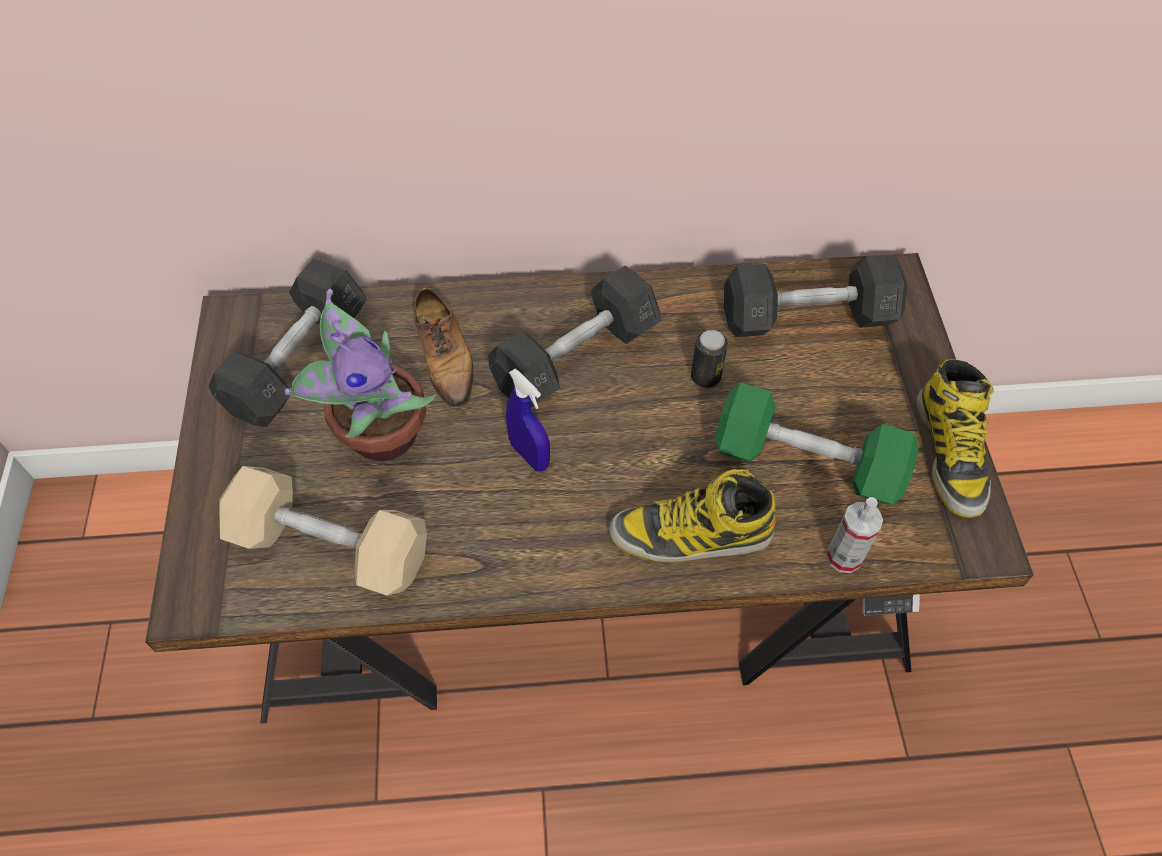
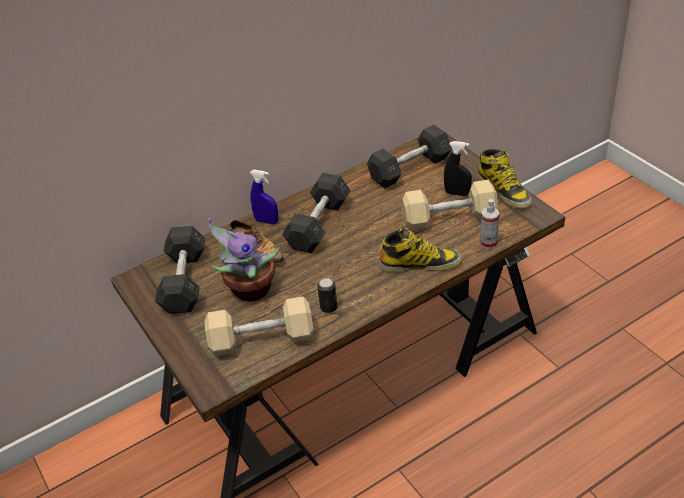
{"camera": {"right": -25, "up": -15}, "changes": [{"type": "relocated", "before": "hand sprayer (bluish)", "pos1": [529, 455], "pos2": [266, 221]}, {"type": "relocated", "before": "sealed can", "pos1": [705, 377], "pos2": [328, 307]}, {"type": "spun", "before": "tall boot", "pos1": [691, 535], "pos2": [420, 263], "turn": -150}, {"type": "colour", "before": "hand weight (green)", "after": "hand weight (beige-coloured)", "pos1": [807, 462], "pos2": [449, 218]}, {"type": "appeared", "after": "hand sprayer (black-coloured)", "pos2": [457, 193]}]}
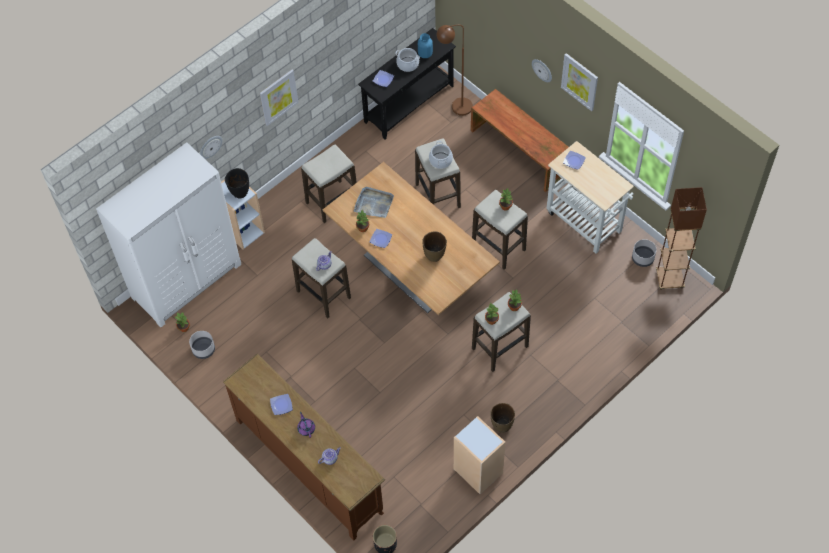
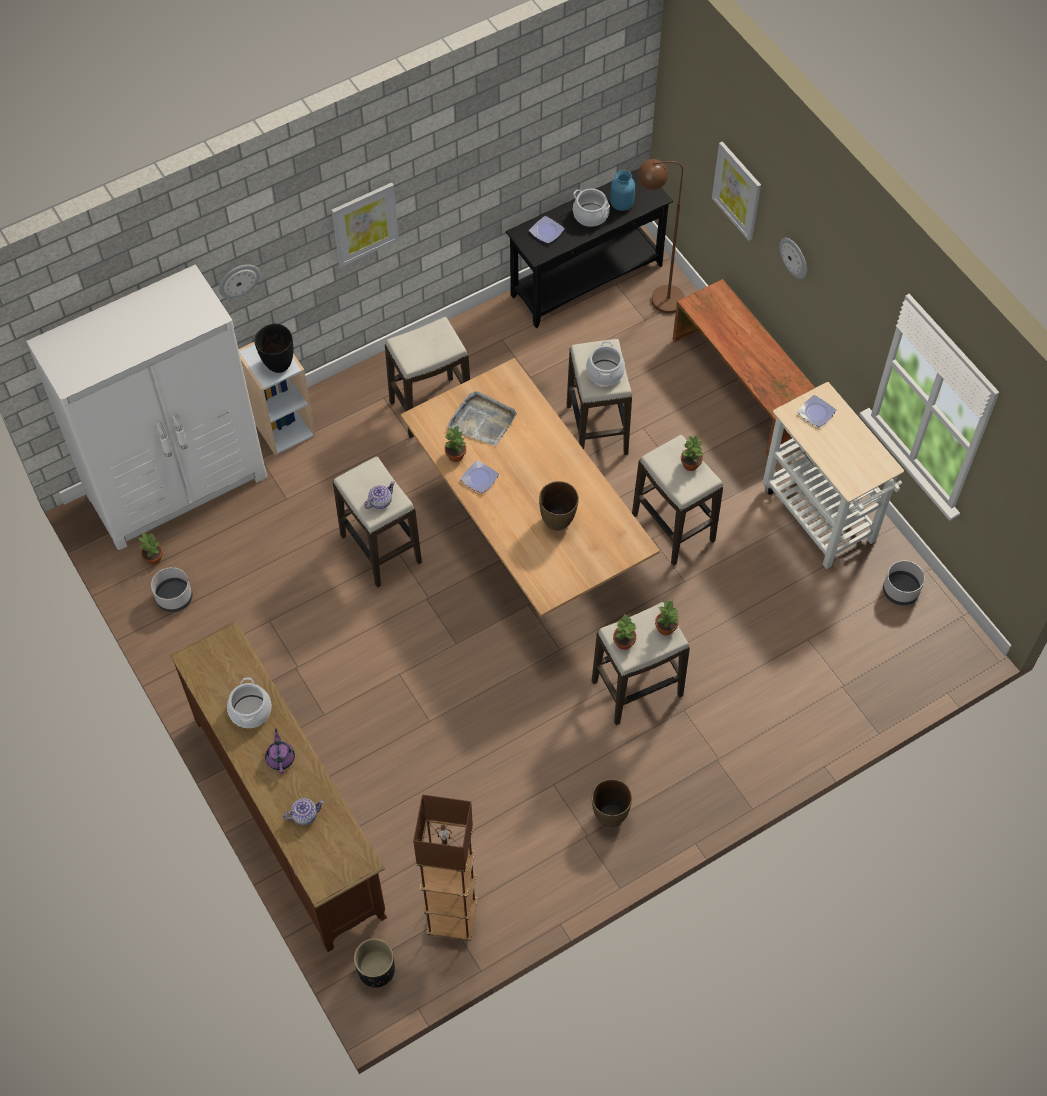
{"camera": {"right": 10, "up": 0}, "changes": [{"type": "exchanged", "before": "plate", "after": "saucepot", "pos1": [281, 405], "pos2": [250, 711]}, {"type": "relocated", "before": "standing lamp (brown-coloured)", "pos1": [669, 279], "pos2": [452, 918]}, {"type": "relocated", "before": "picture", "pos1": [579, 81], "pos2": [737, 190]}, {"type": "missing", "before": "bookcase", "pos1": [478, 472]}]}
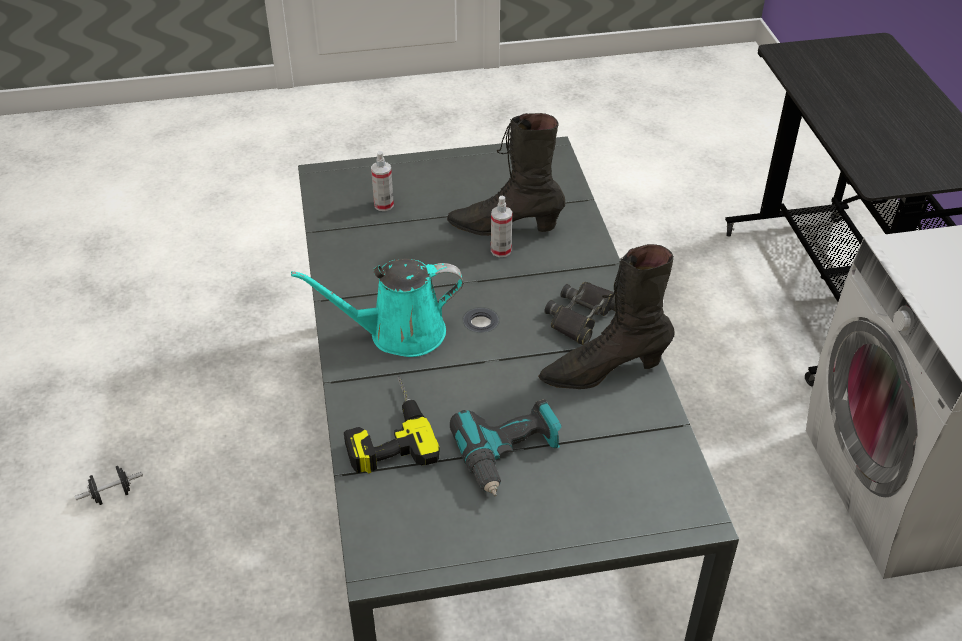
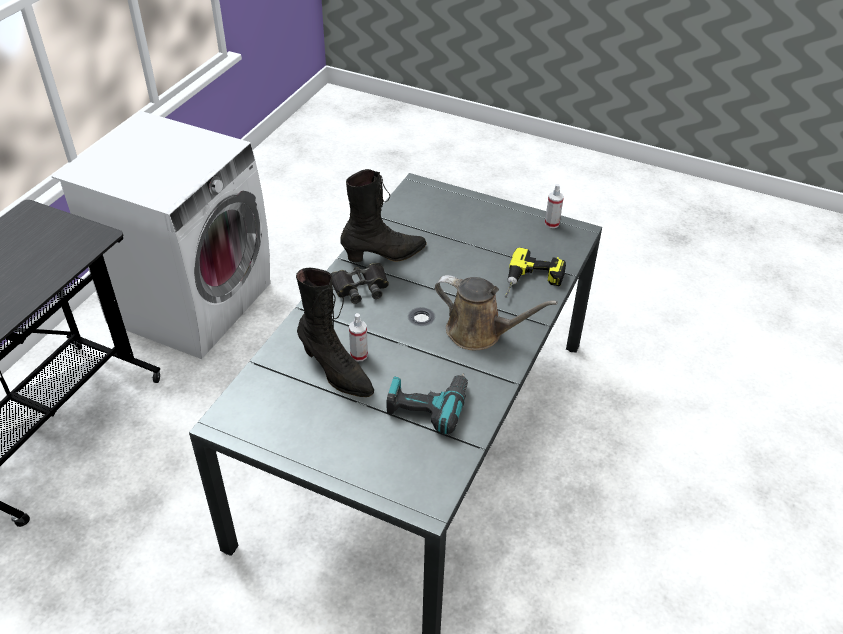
{"camera": {"right": -145, "up": 0}, "changes": [{"type": "spun", "before": "tall boot (black-coloured)", "pos1": [603, 371], "pos2": [385, 255], "turn": -45}, {"type": "relocated", "before": "power drill", "pos1": [509, 455], "pos2": [427, 405]}, {"type": "colour", "before": "watering pot (blue-green)", "after": "watering pot (brown-coloured)", "pos1": [399, 333], "pos2": [479, 332]}, {"type": "relocated", "before": "hand sprayer", "pos1": [383, 205], "pos2": [552, 223]}, {"type": "missing", "before": "hand weight (black-coloured)", "pos1": [112, 494]}]}
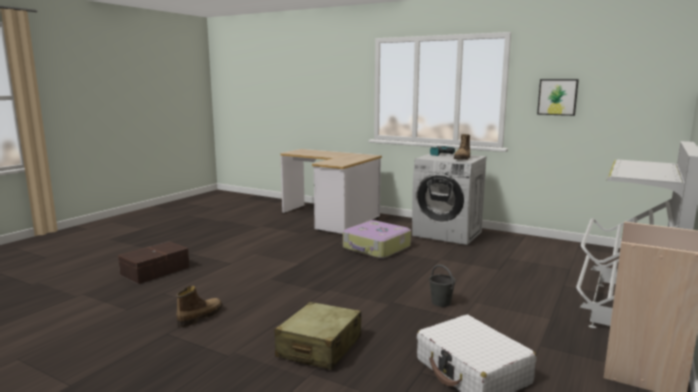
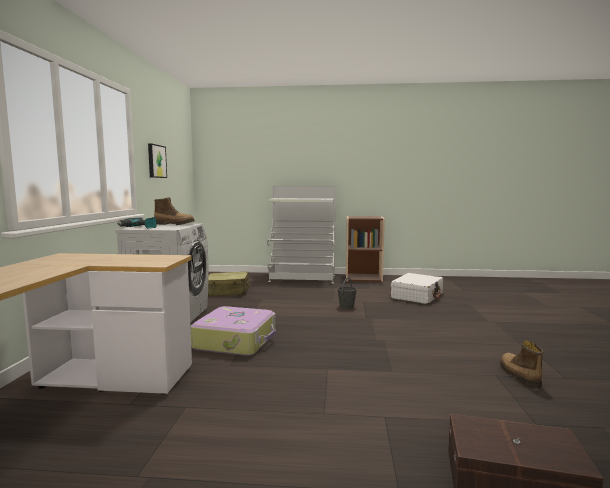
{"camera": {"right": -115, "up": -5}, "changes": [{"type": "relocated", "before": "piece of luggage (beige-coloured)", "pos1": [319, 347], "pos2": [228, 291]}, {"type": "spun", "before": "tall boot", "pos1": [200, 317], "pos2": [518, 375], "turn": 75}]}
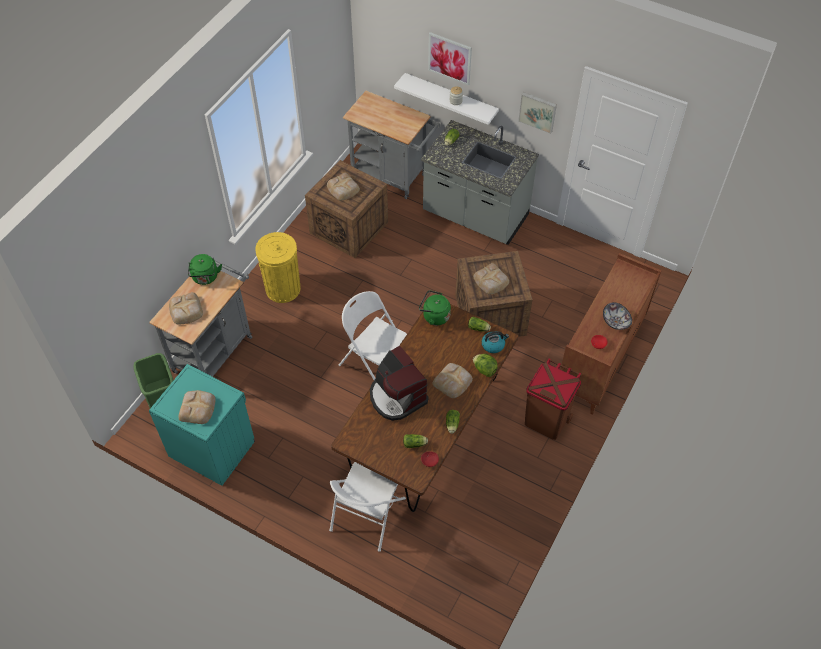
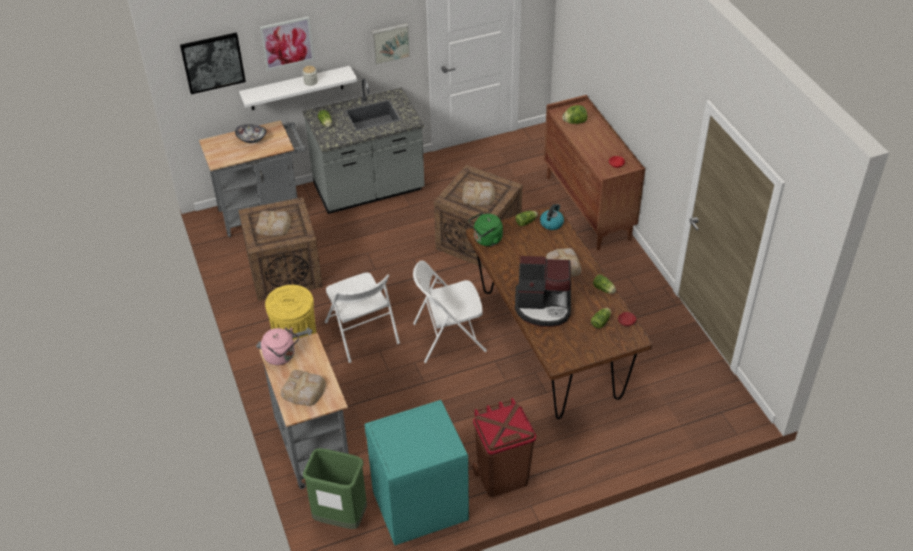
{"camera": {"right": -50, "up": -10}, "changes": [{"type": "appeared", "after": "picture", "pos2": [213, 62]}, {"type": "relocated", "before": "deep dish", "pos1": [616, 322], "pos2": [252, 139]}, {"type": "colour", "before": "tea kettle (green)", "after": "tea kettle (pink)", "pos1": [205, 278], "pos2": [281, 356]}, {"type": "relocated", "before": "plain chair (whitish)", "pos1": [367, 514], "pos2": [361, 333]}, {"type": "relocated", "before": "rubbish bin (brown-coloured)", "pos1": [546, 421], "pos2": [502, 477]}, {"type": "relocated", "before": "lettuce head", "pos1": [484, 369], "pos2": [574, 122]}, {"type": "missing", "before": "bakery bread", "pos1": [198, 408]}]}
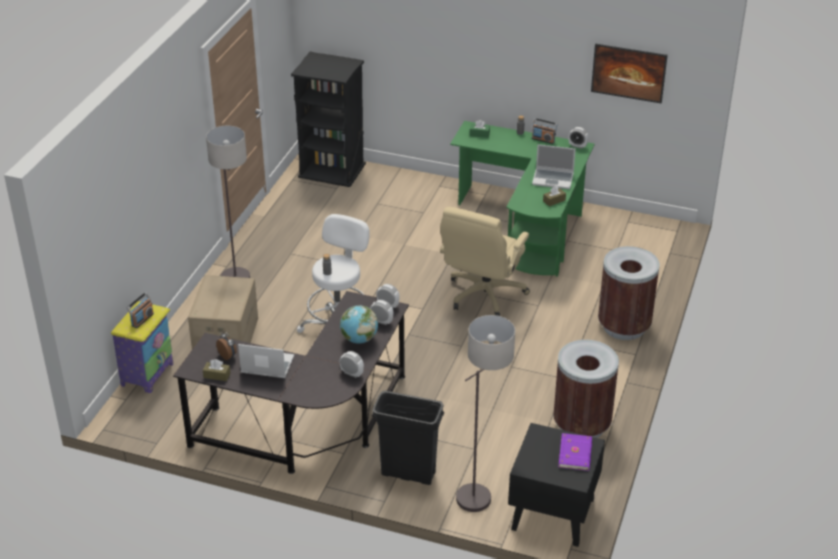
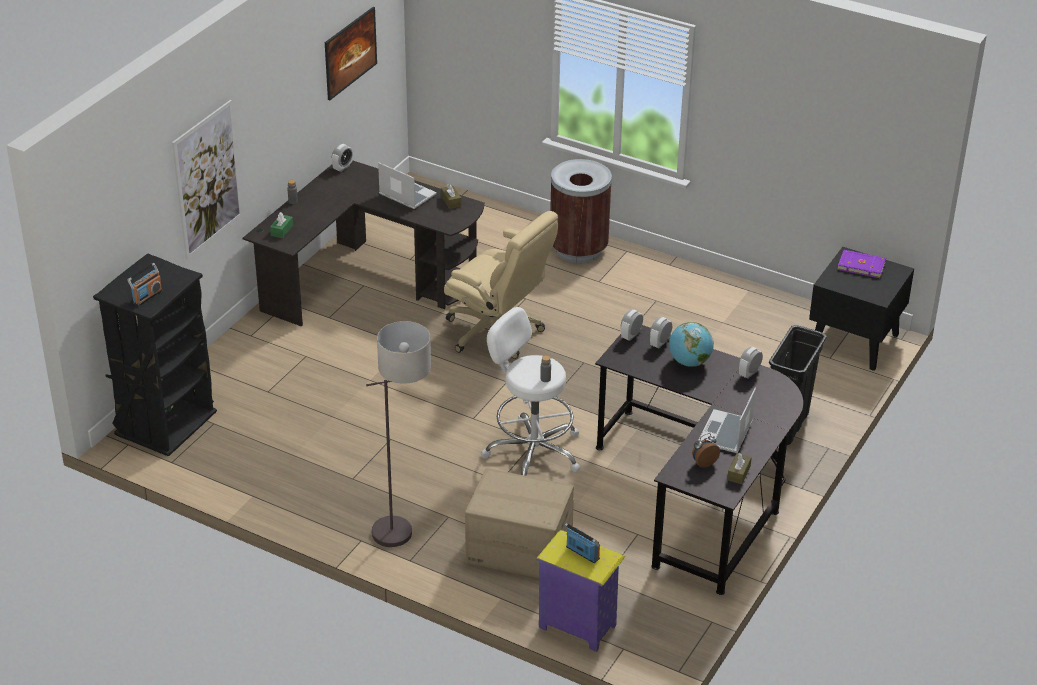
{"camera": {"right": -80, "up": 0}, "changes": [{"type": "relocated", "before": "radio receiver", "pos1": [543, 140], "pos2": [147, 296]}, {"type": "appeared", "after": "picture", "pos2": [207, 179]}, {"type": "colour", "before": "desk table (green)", "after": "desk table (black-coloured)", "pos1": [528, 224], "pos2": [366, 280]}, {"type": "spun", "before": "portable computer", "pos1": [553, 179], "pos2": [406, 195], "turn": -75}, {"type": "missing", "before": "standing lamp (greyish)", "pos1": [481, 493]}, {"type": "missing", "before": "rubbish bin (brown-coloured)", "pos1": [581, 425]}]}
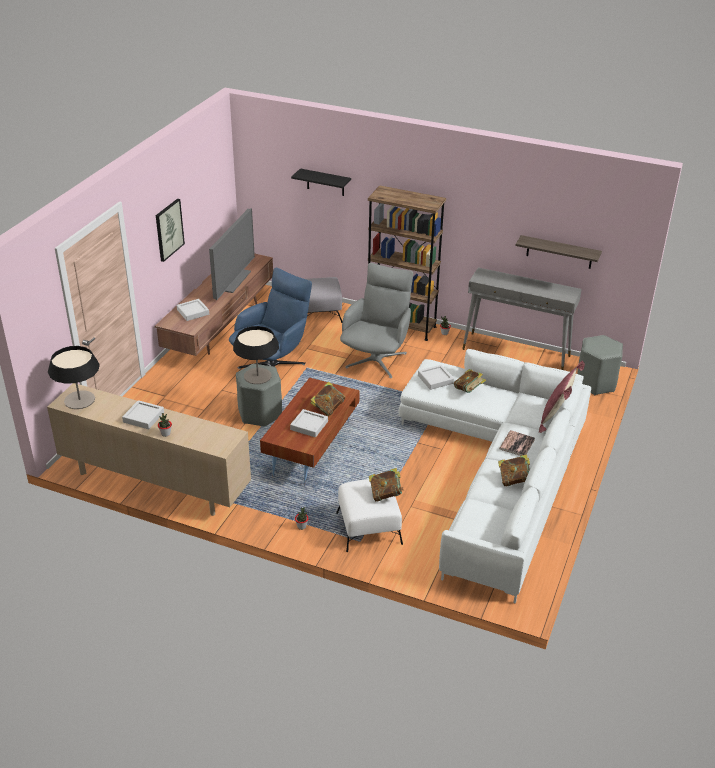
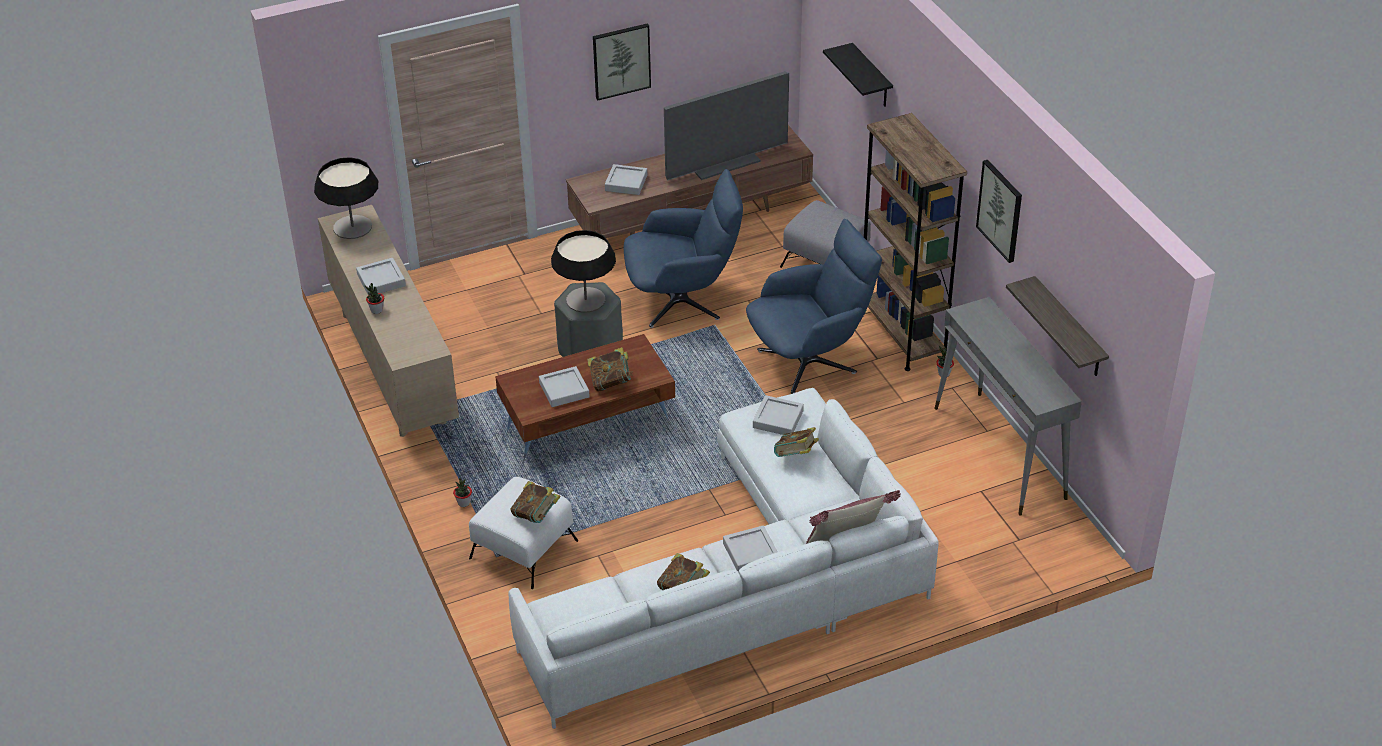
{"camera": {"right": 45, "up": 5}, "changes": [{"type": "exchanged", "before": "volume", "after": "serving tray (greyish)", "pos1": [517, 444], "pos2": [750, 552]}, {"type": "colour", "before": "easy chair (greyish)", "after": "easy chair (bluish)", "pos1": [377, 359], "pos2": [810, 361]}, {"type": "appeared", "after": "picture", "pos2": [1000, 210]}, {"type": "missing", "before": "stool (greyish)", "pos1": [595, 383]}]}
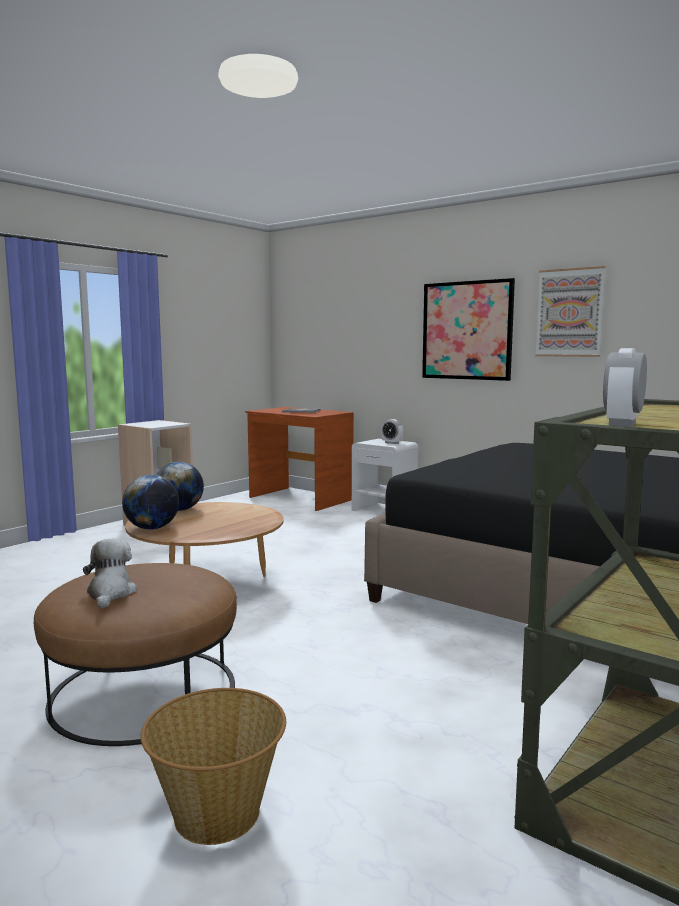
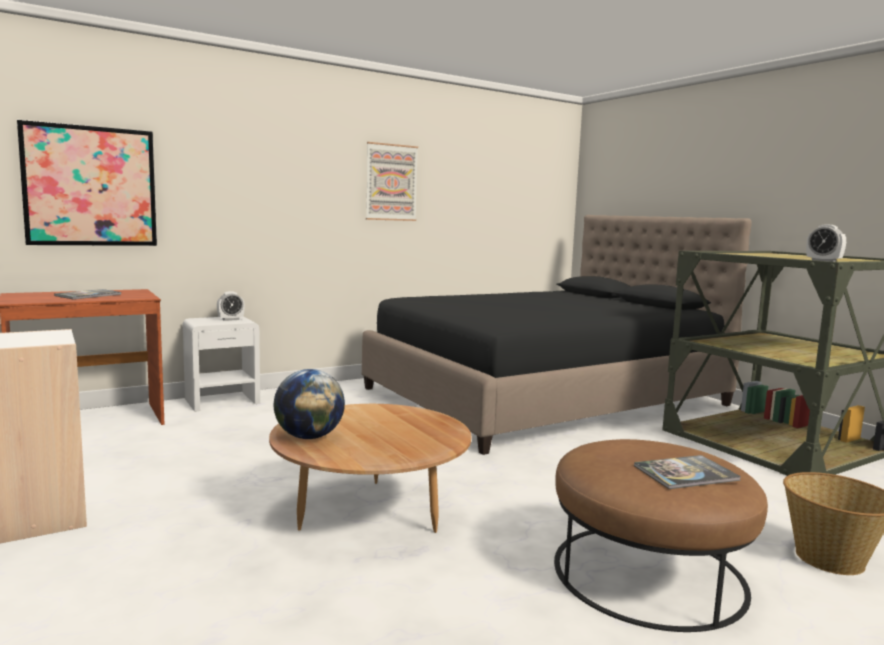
{"camera": {"right": -70, "up": 0}, "changes": [{"type": "relocated", "before": "picture", "pos1": [467, 330], "pos2": [90, 186]}, {"type": "exchanged", "before": "plush toy", "after": "volume", "pos1": [110, 593], "pos2": [686, 473]}, {"type": "missing", "before": "globe", "pos1": [152, 528]}]}
